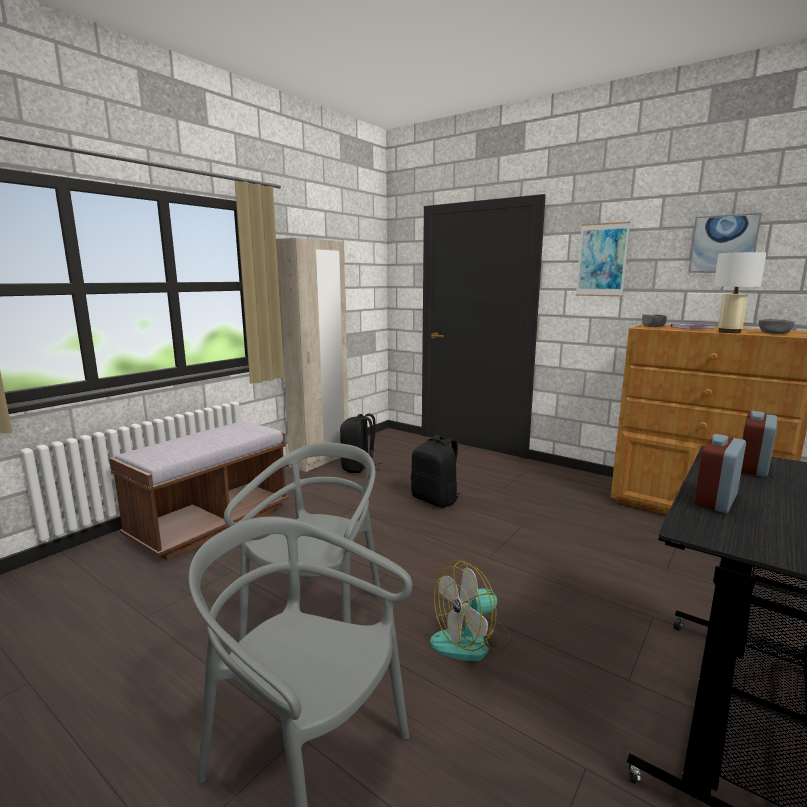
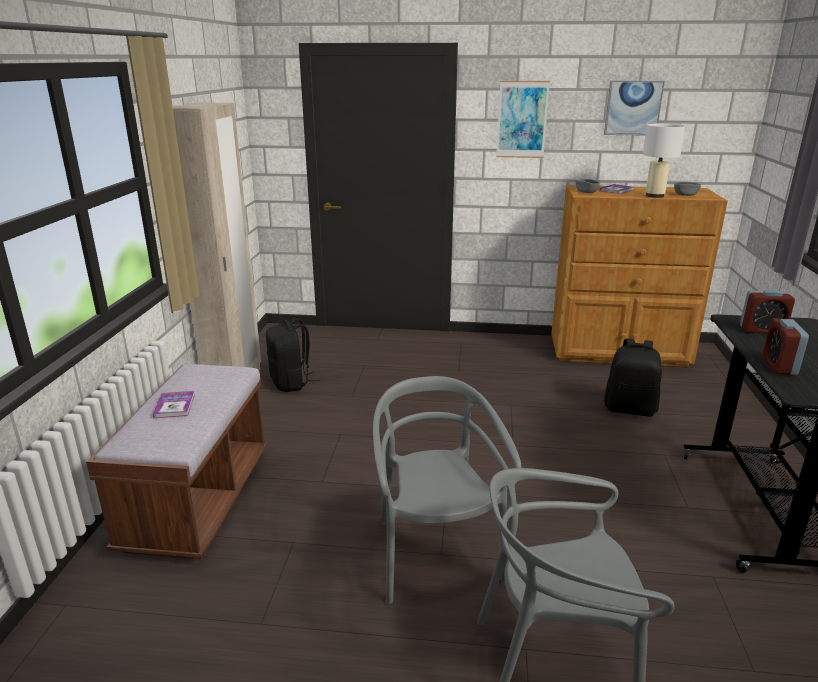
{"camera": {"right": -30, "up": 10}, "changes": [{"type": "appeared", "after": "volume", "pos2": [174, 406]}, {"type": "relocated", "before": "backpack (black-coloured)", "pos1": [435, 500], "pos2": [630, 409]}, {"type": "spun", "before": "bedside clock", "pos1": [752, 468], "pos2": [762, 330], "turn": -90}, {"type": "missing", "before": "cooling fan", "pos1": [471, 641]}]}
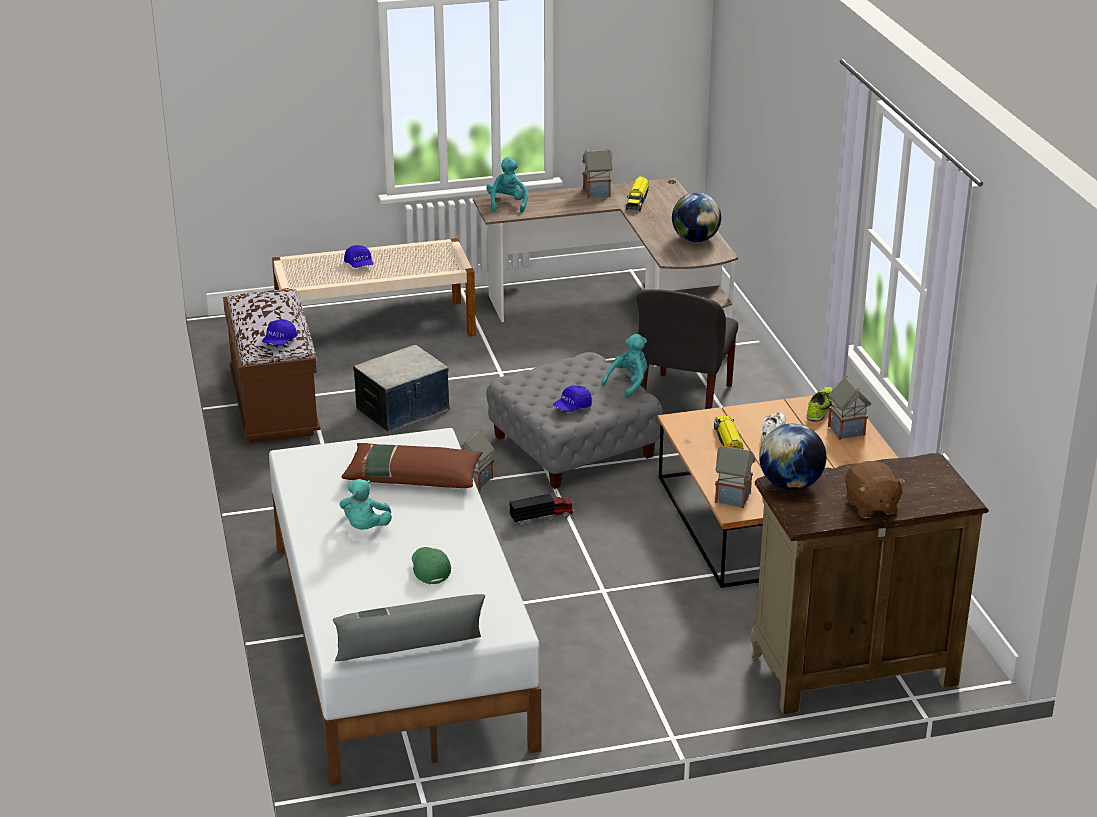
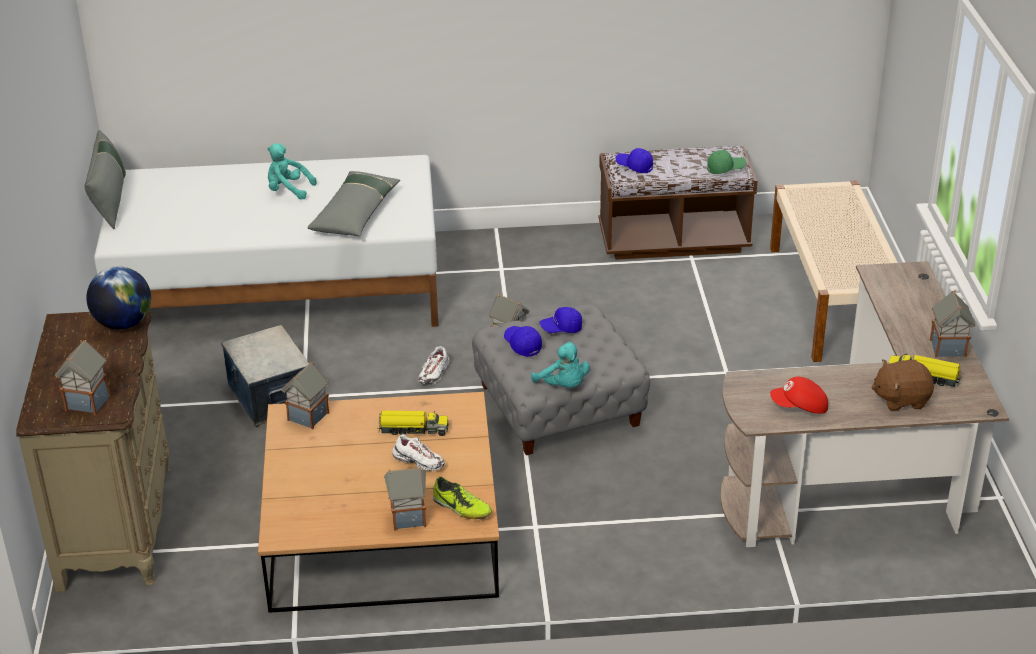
{"camera": {"right": 100, "up": 5}, "changes": [{"type": "appeared", "after": "miniature house", "pos2": [88, 402]}, {"type": "relocated", "before": "storage container", "pos1": [403, 410], "pos2": [270, 397]}, {"type": "colour", "before": "cushion (brown-coloured)", "after": "cushion (greyish)", "pos1": [413, 476], "pos2": [355, 213]}, {"type": "exchanged", "before": "model truck", "after": "item of footwear (whitish)", "pos1": [542, 517], "pos2": [434, 374]}, {"type": "relocated", "before": "cap (bluish)", "pos1": [359, 265], "pos2": [561, 328]}, {"type": "relocated", "before": "cap (green)", "pos1": [430, 570], "pos2": [725, 168]}, {"type": "exchanged", "before": "globe", "after": "cap (reddish)", "pos1": [695, 239], "pos2": [799, 407]}, {"type": "relocated", "before": "plush toy (brown-coloured)", "pos1": [871, 506], "pos2": [901, 399]}, {"type": "missing", "before": "plush toy (blue-green)", "pos1": [507, 204]}, {"type": "missing", "before": "plain chair (greyish)", "pos1": [684, 402]}]}
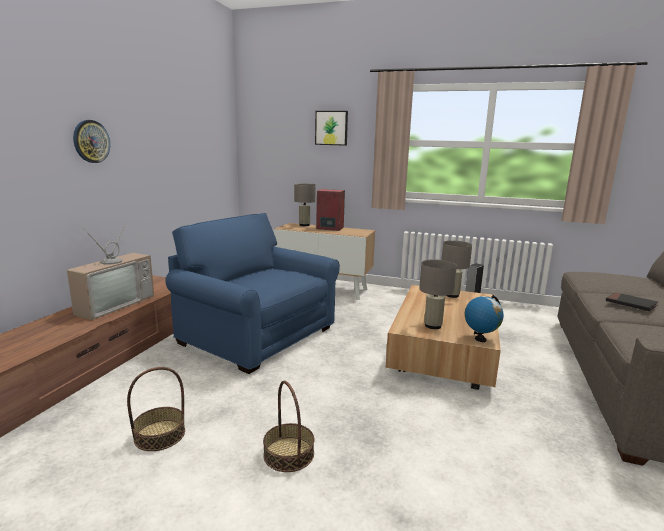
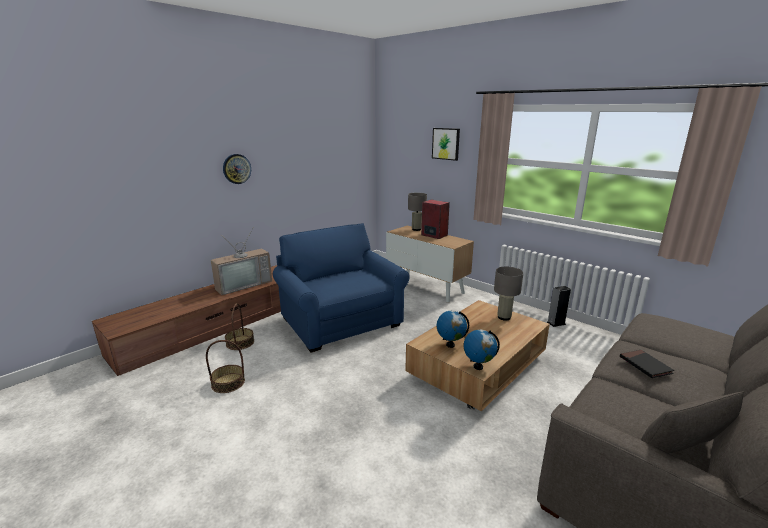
{"camera": {"right": 25, "up": 5}, "changes": [{"type": "relocated", "before": "household basket", "pos1": [288, 454], "pos2": [240, 342]}, {"type": "exchanged", "before": "table lamp (greyish)", "after": "globe", "pos1": [432, 325], "pos2": [450, 345]}]}
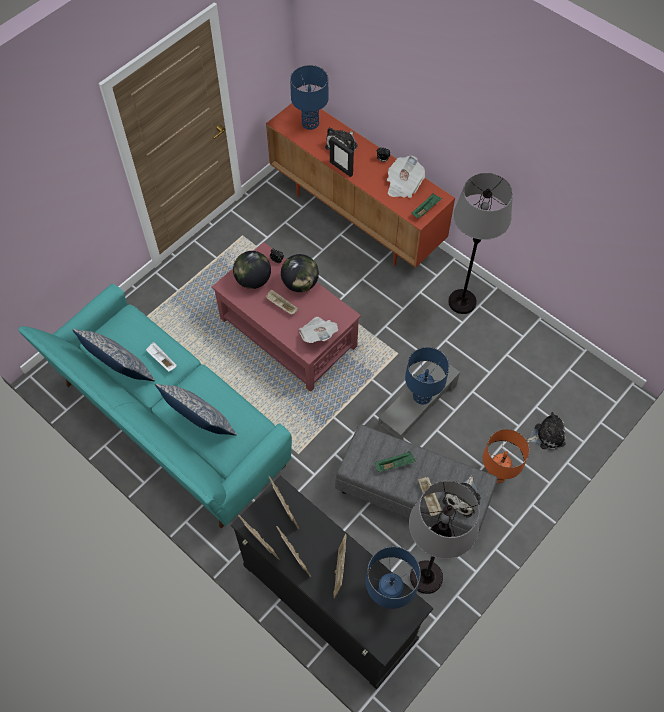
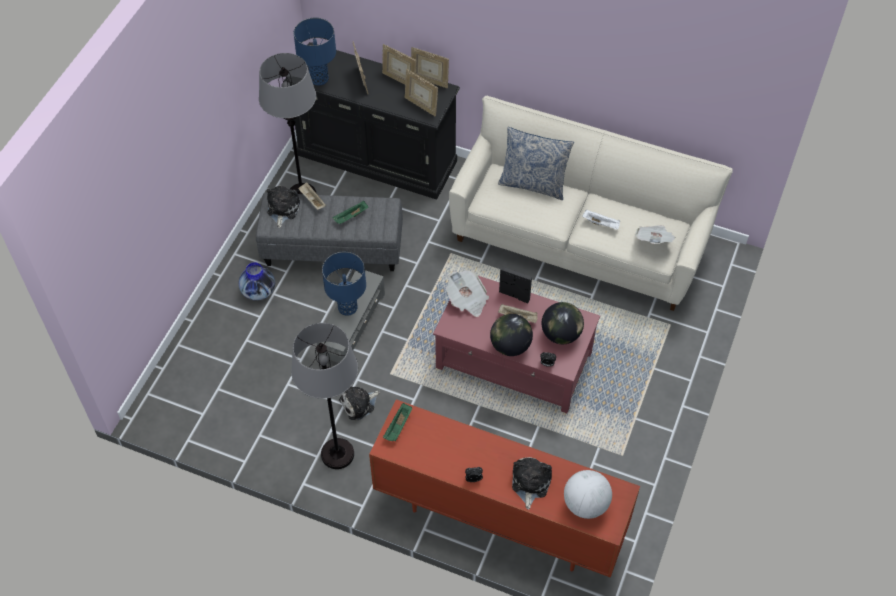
{"camera": {"right": 160, "up": -5}, "changes": [{"type": "exchanged", "before": "table lamp (orange)", "after": "decorative vase", "pos1": [497, 473], "pos2": [258, 291]}, {"type": "relocated", "before": "plush toy", "pos1": [547, 435], "pos2": [359, 404]}, {"type": "colour", "before": "couch (blue-green)", "after": "couch (beige-coloured)", "pos1": [171, 426], "pos2": [579, 241]}, {"type": "relocated", "before": "picture frame", "pos1": [341, 168], "pos2": [514, 296]}, {"type": "exchanged", "before": "table lamp (bluish)", "after": "globe", "pos1": [310, 123], "pos2": [585, 504]}, {"type": "relocated", "before": "daily paper", "pos1": [403, 185], "pos2": [653, 240]}, {"type": "missing", "before": "cushion", "pos1": [121, 371]}]}
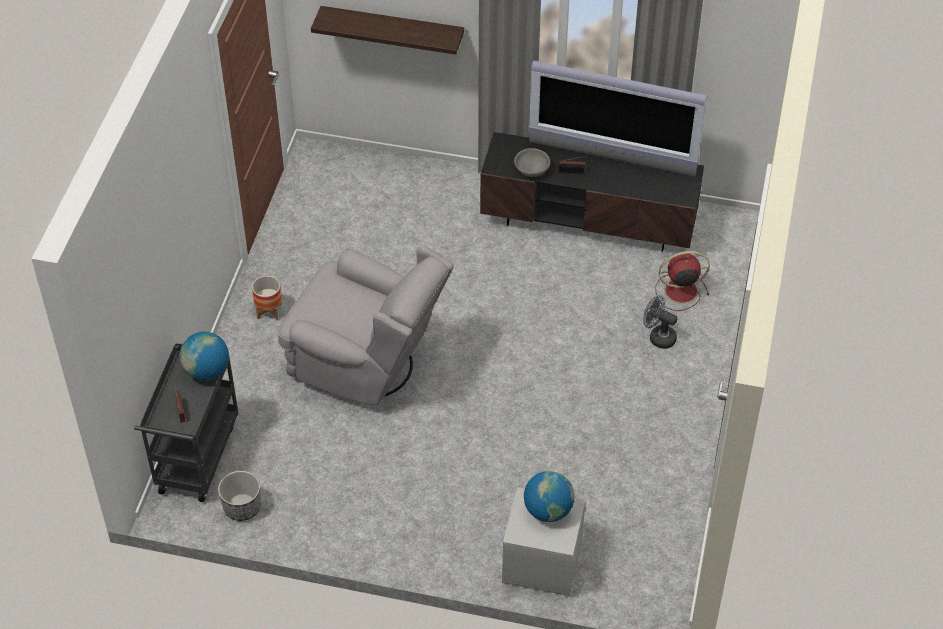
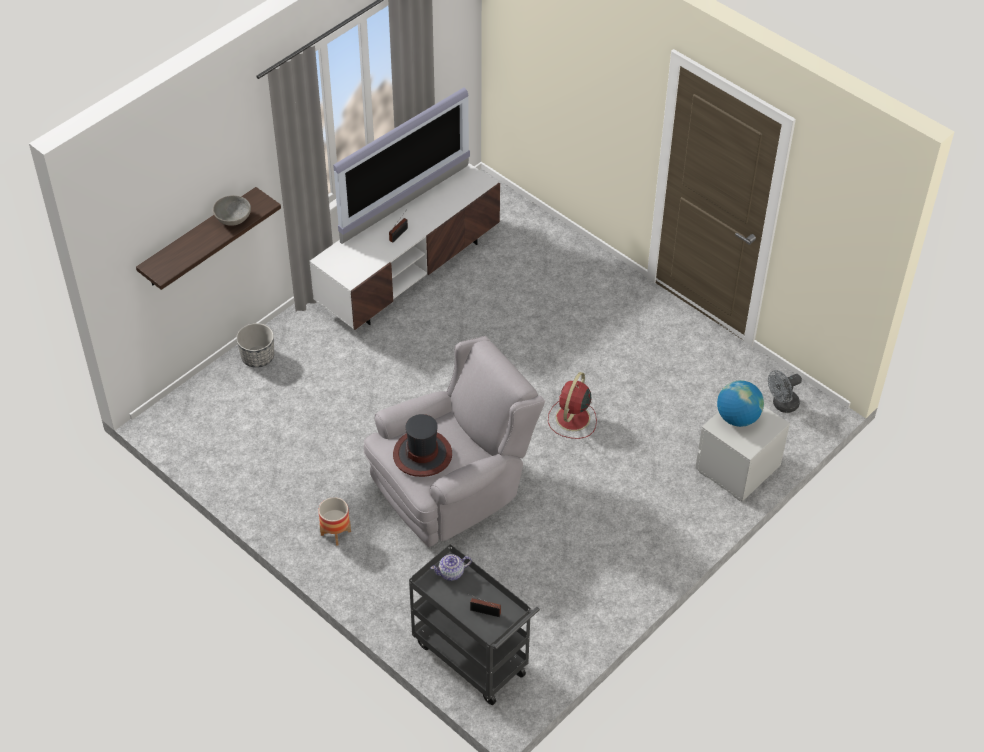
{"camera": {"right": -60, "up": 0}, "changes": [{"type": "relocated", "before": "deep dish (greyish)", "pos1": [532, 170], "pos2": [233, 218]}, {"type": "relocated", "before": "planter", "pos1": [242, 507], "pos2": [258, 357]}, {"type": "colour", "before": "tv unit (black-coloured)", "after": "tv unit (whitish)", "pos1": [588, 221], "pos2": [408, 272]}, {"type": "appeared", "after": "hat", "pos2": [423, 454]}, {"type": "exchanged", "before": "globe", "after": "tea pot", "pos1": [207, 371], "pos2": [451, 573]}, {"type": "relocated", "before": "cooling fan (reddish)", "pos1": [679, 291], "pos2": [572, 419]}, {"type": "relocated", "before": "cooling fan (greyish)", "pos1": [658, 337], "pos2": [782, 405]}]}
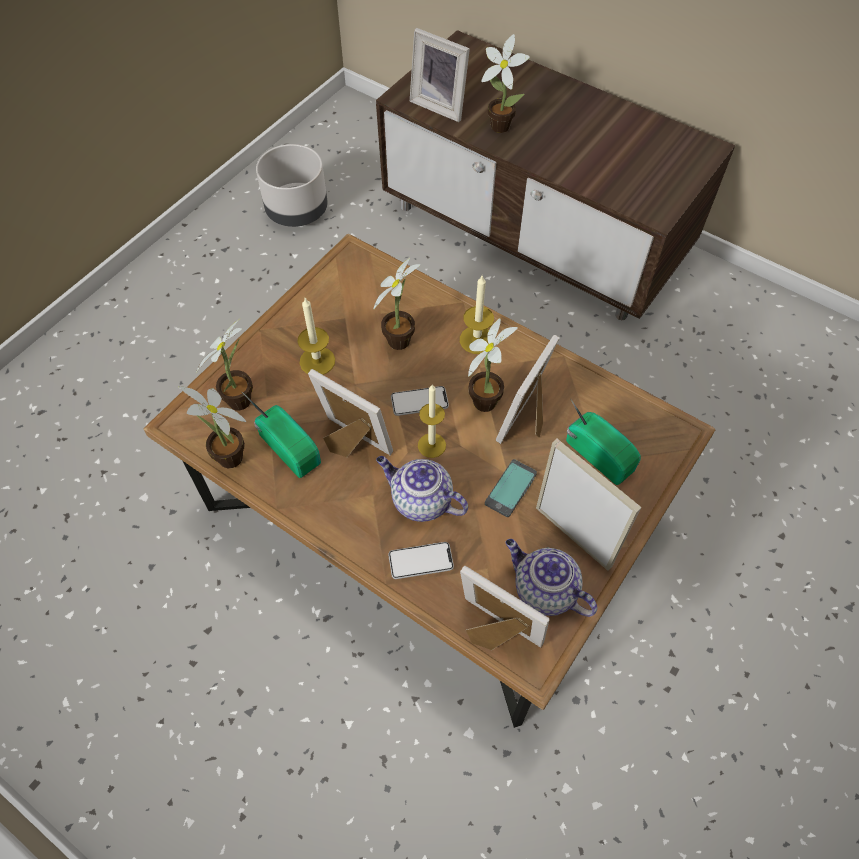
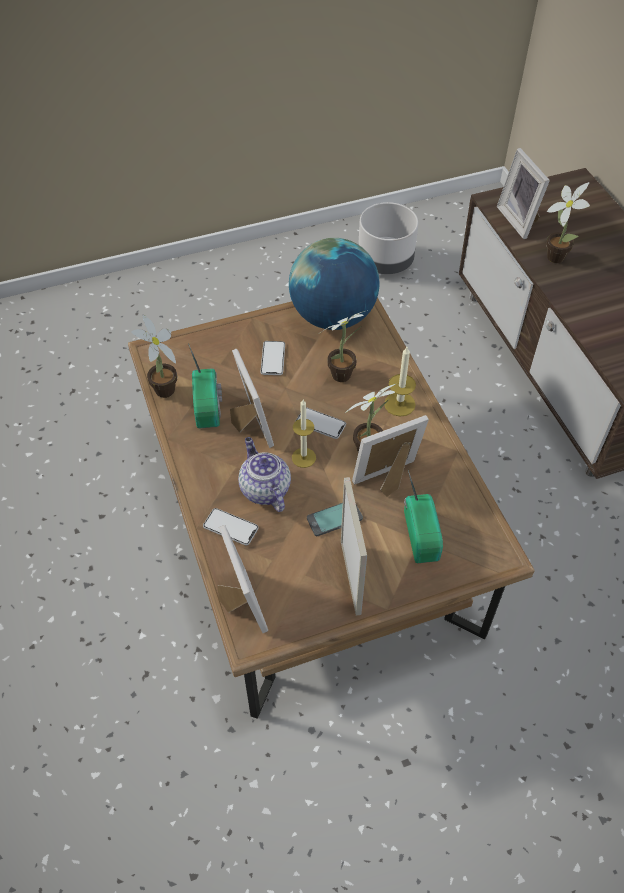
{"camera": {"right": 35, "up": -5}, "changes": [{"type": "exchanged", "before": "wax candle", "after": "telephone", "pos1": [317, 361], "pos2": [273, 358]}, {"type": "appeared", "after": "globe", "pos2": [332, 316]}, {"type": "missing", "before": "potted plant", "pos1": [242, 398]}, {"type": "missing", "before": "tea pot", "pos1": [543, 590]}]}
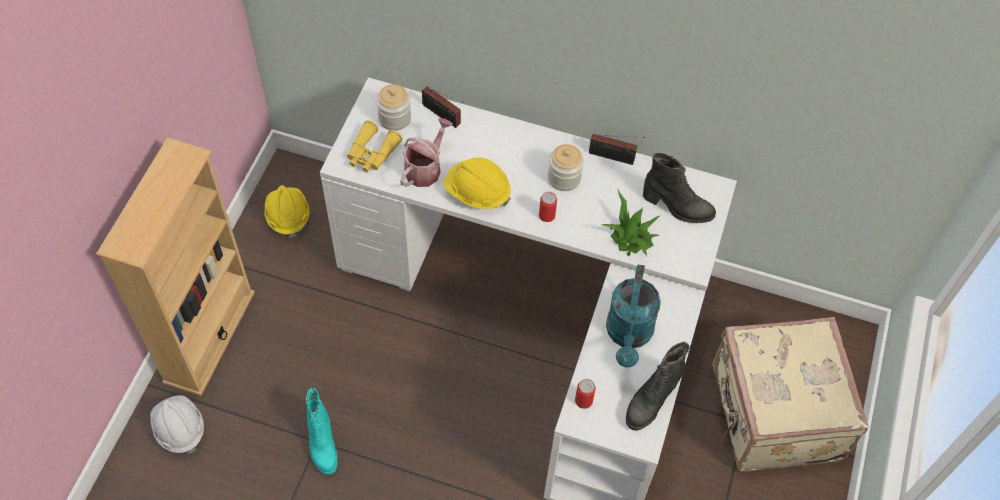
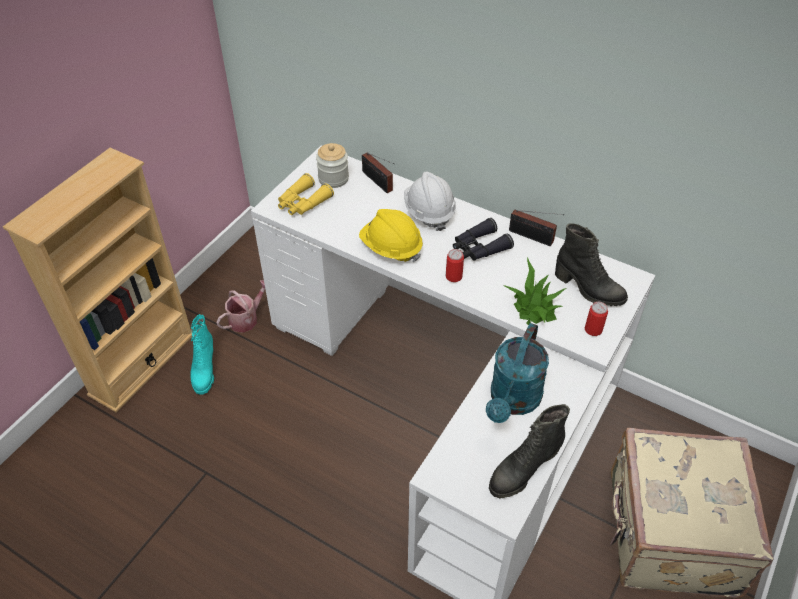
{"camera": {"right": 15, "up": -10}, "changes": [{"type": "relocated", "before": "tall boot (blue-green)", "pos1": [322, 444], "pos2": [204, 371]}, {"type": "relocated", "before": "watering pot", "pos1": [425, 168], "pos2": [246, 318]}, {"type": "relocated", "before": "work helmet (whitish)", "pos1": [179, 429], "pos2": [429, 212]}, {"type": "exchanged", "before": "storage jar", "after": "field glasses (black-coloured)", "pos1": [564, 178], "pos2": [479, 247]}, {"type": "relocated", "before": "sealed can", "pos1": [583, 400], "pos2": [593, 329]}, {"type": "missing", "before": "work helmet (yellow-coloured)", "pos1": [288, 217]}]}
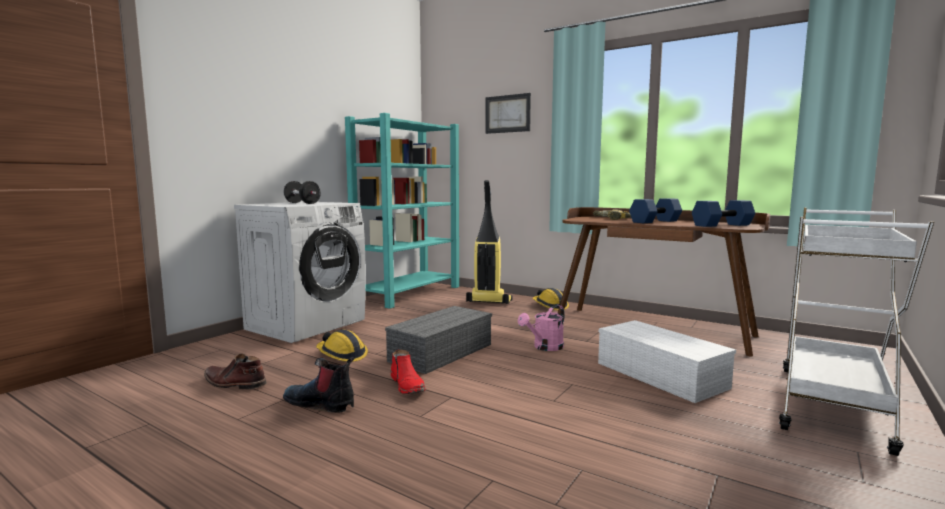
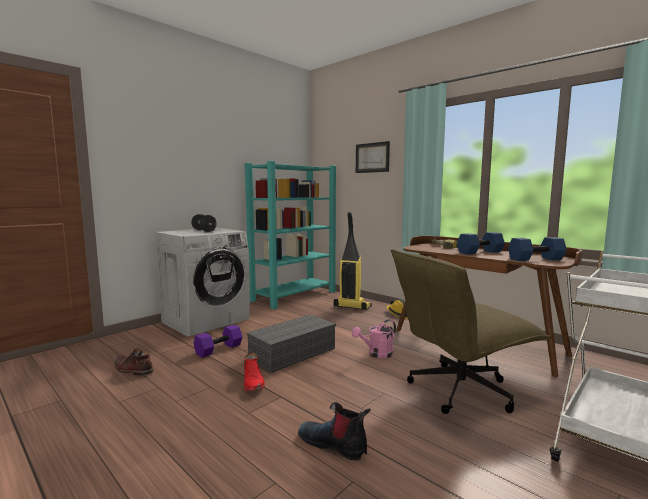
{"camera": {"right": 10, "up": 0}, "changes": [{"type": "exchanged", "before": "work helmet", "after": "hand weight (purple)", "pos1": [341, 355], "pos2": [218, 350]}, {"type": "relocated", "before": "tall boot", "pos1": [321, 404], "pos2": [333, 445]}, {"type": "exchanged", "before": "storage container (whitish)", "after": "desk chair (beige-coloured)", "pos1": [658, 375], "pos2": [461, 390]}]}
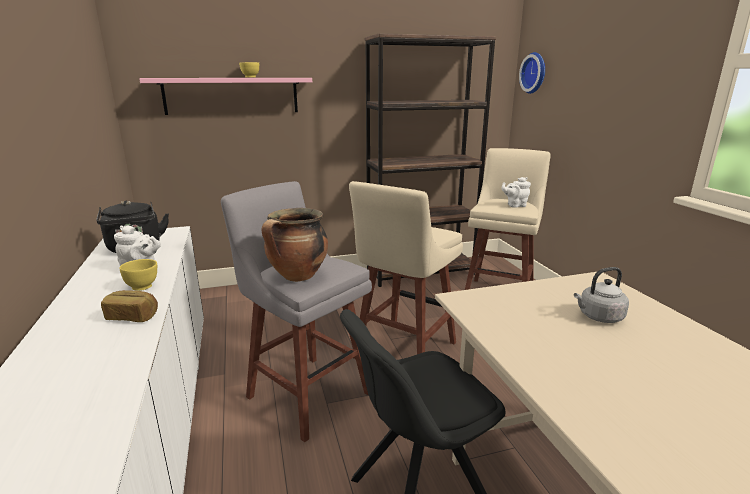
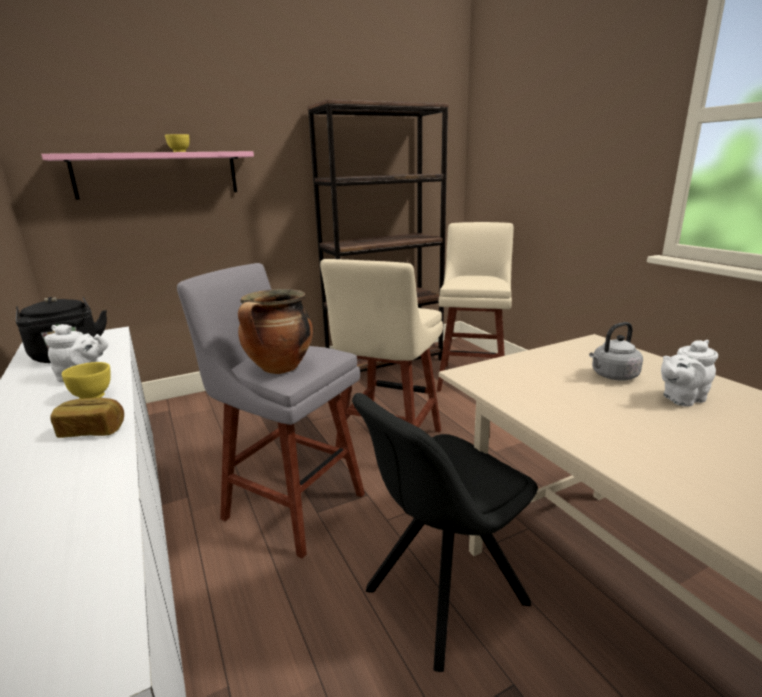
{"camera": {"right": -10, "up": 0}, "changes": [{"type": "relocated", "before": "tea pot (whitish)", "pos1": [515, 205], "pos2": [681, 399]}, {"type": "missing", "before": "clock on the wall", "pos1": [535, 73]}]}
